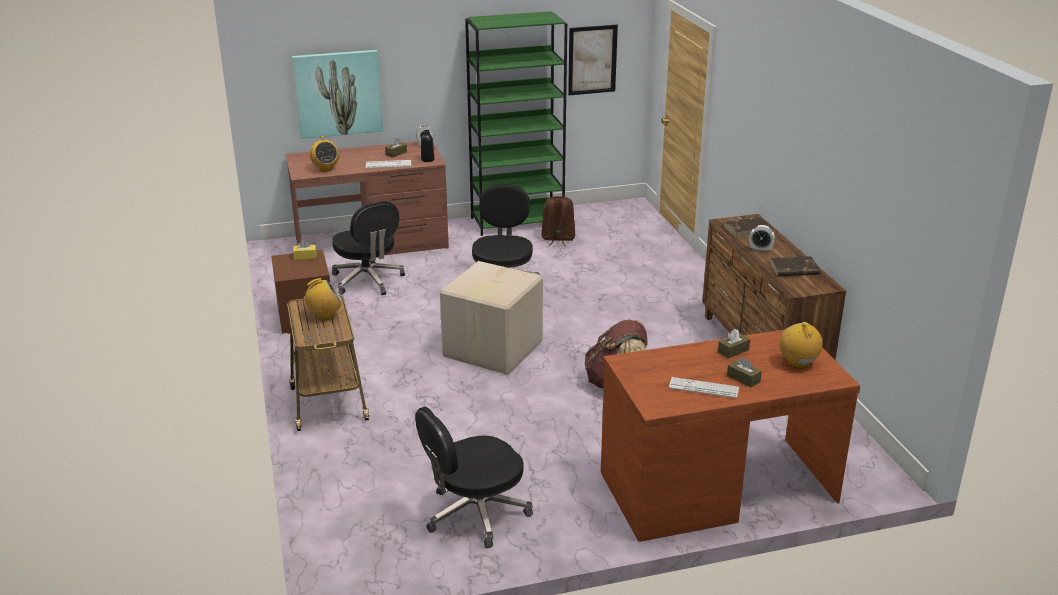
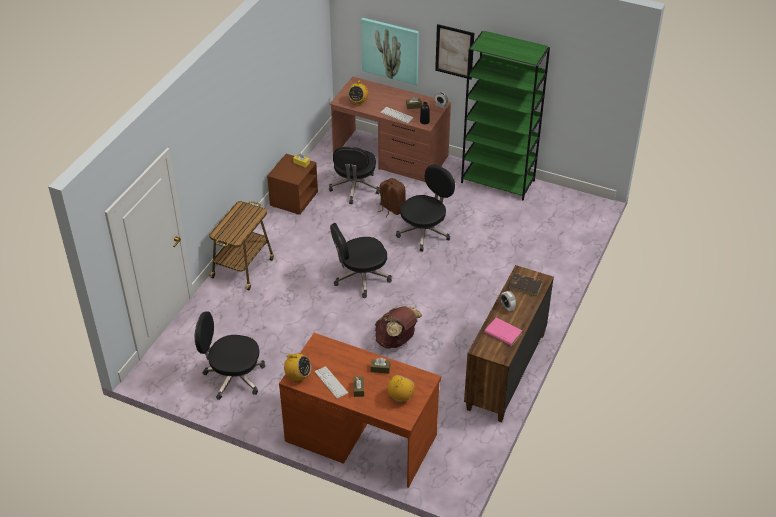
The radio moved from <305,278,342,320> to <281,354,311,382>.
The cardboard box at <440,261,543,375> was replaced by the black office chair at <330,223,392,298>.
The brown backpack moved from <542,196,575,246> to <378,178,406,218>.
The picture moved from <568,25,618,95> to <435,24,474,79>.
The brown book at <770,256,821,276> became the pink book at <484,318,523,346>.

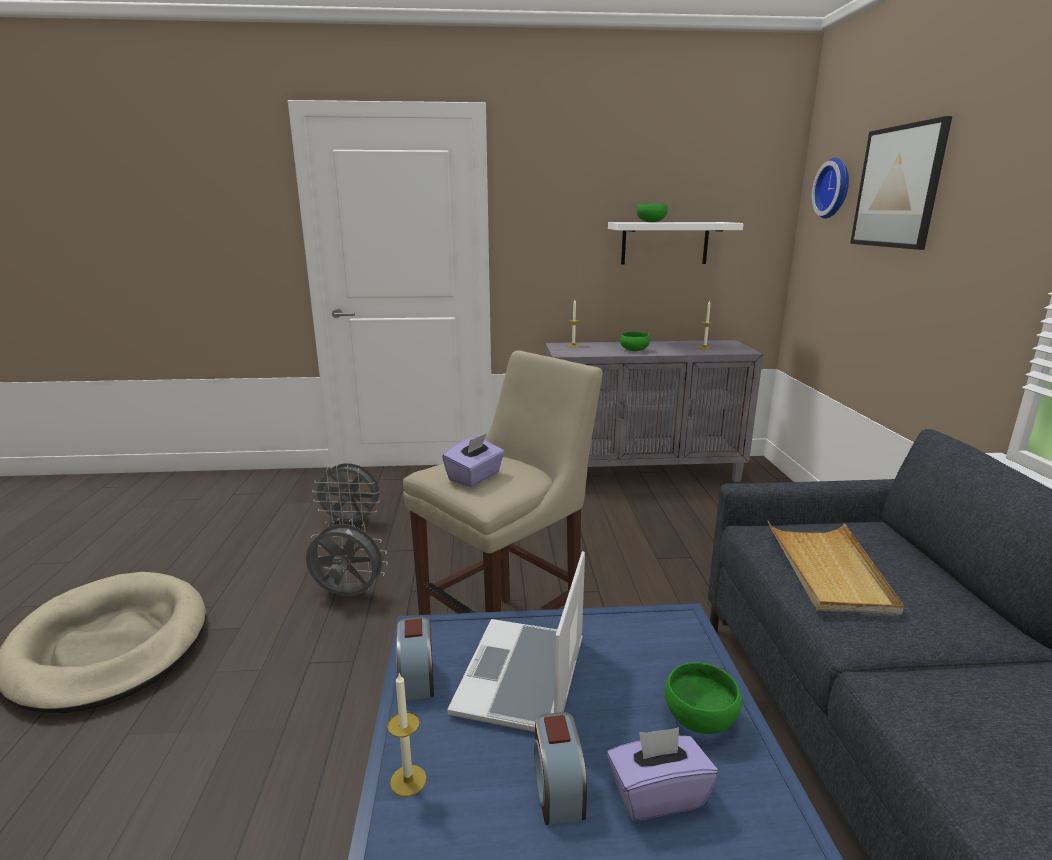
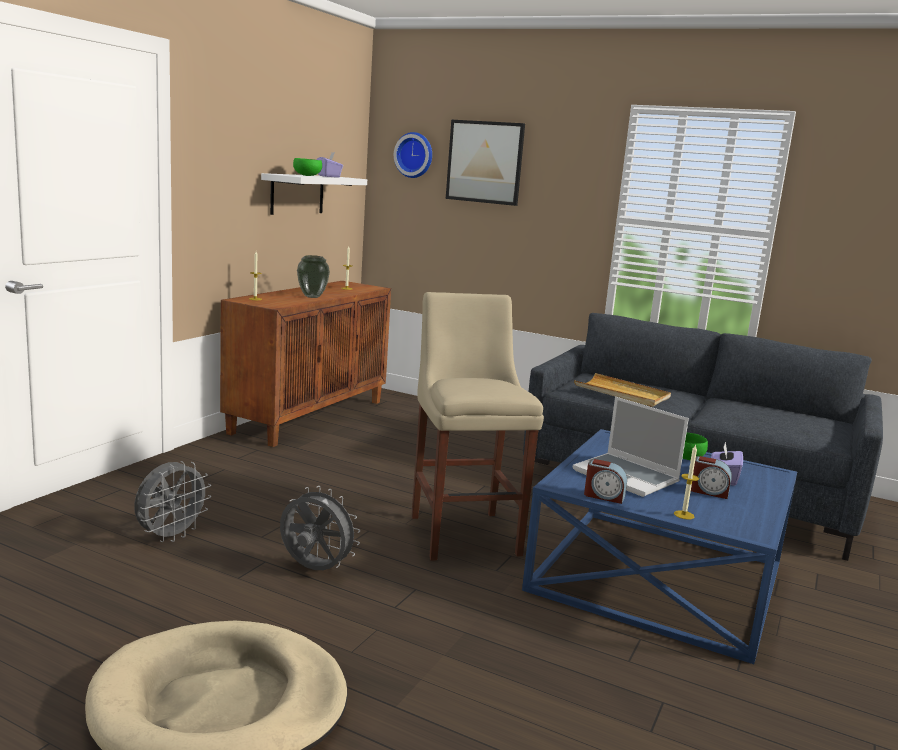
The grey cabinet at <545,340,763,482> became the brown cabinet at <220,281,391,447>.
The grey fan at <306,518,388,596> turned 75 degrees clockwise.
The green bowl at <620,331,650,351> was replaced by the vase at <297,255,330,298>.
The purple tissue box moved from <442,433,505,487> to <317,152,343,178>.

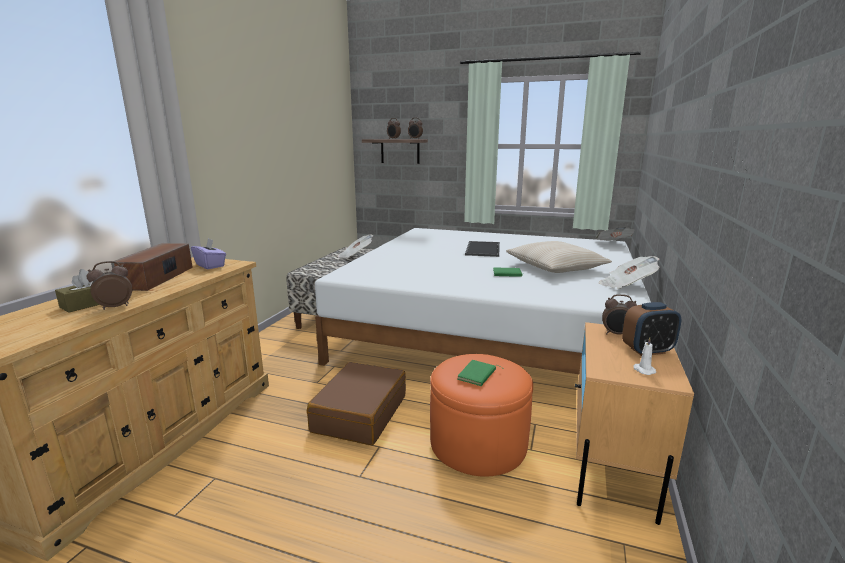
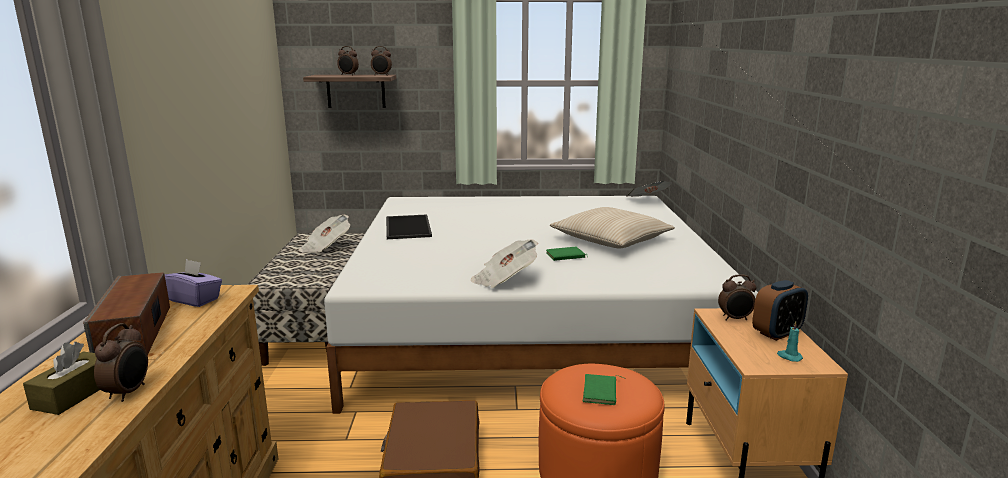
The alarm clock at <86,261,132,310> turned 150 degrees clockwise.
The tray moved from <465,241,500,257> to <386,214,432,239>.
The newspaper moved from <599,256,660,289> to <471,240,538,288>.
The white candle at <633,337,656,375> became the turquoise candle at <777,321,803,362>.

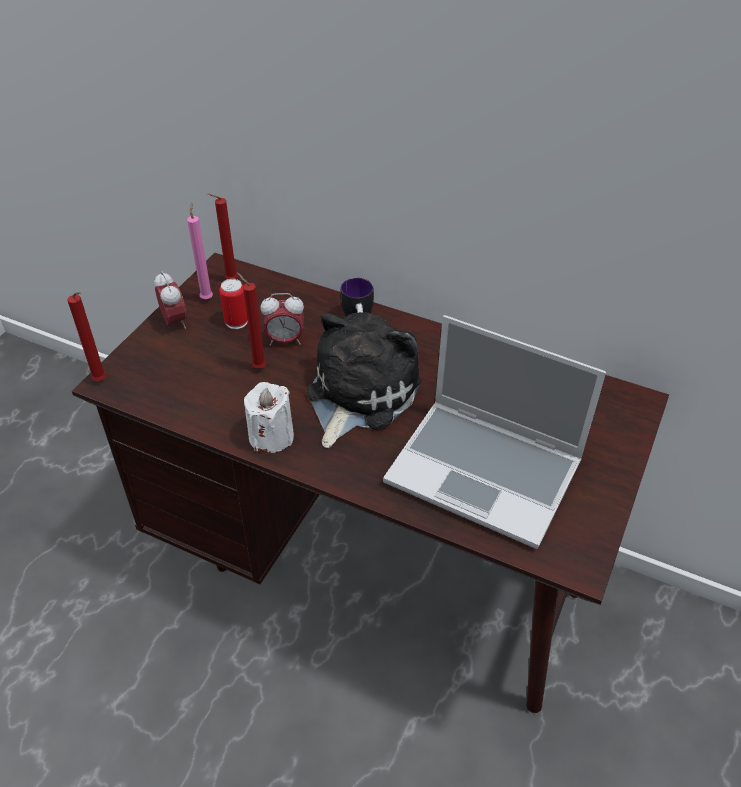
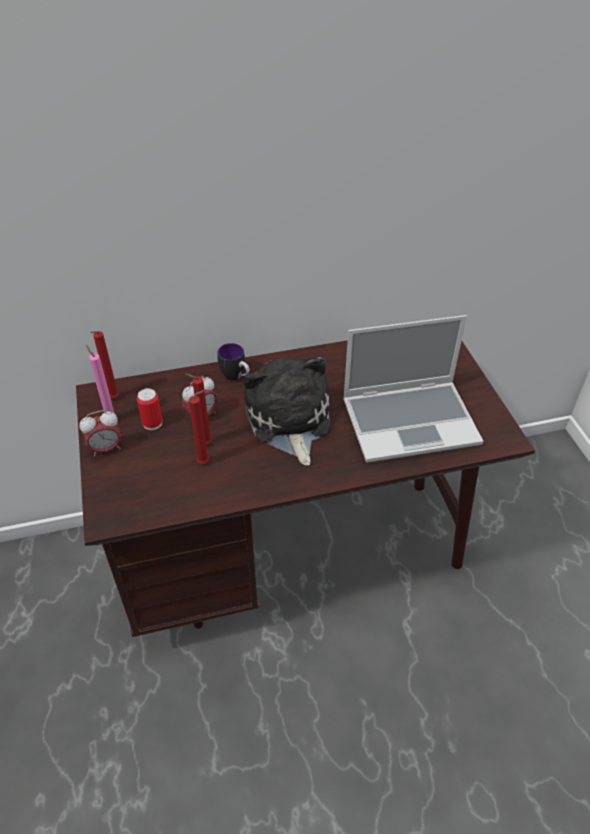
The alarm clock at <154,271,187,329> turned 135 degrees clockwise.
The red candle moved from <67,292,106,381> to <189,390,209,464>.
The white candle at <244,382,294,453> disappeared.

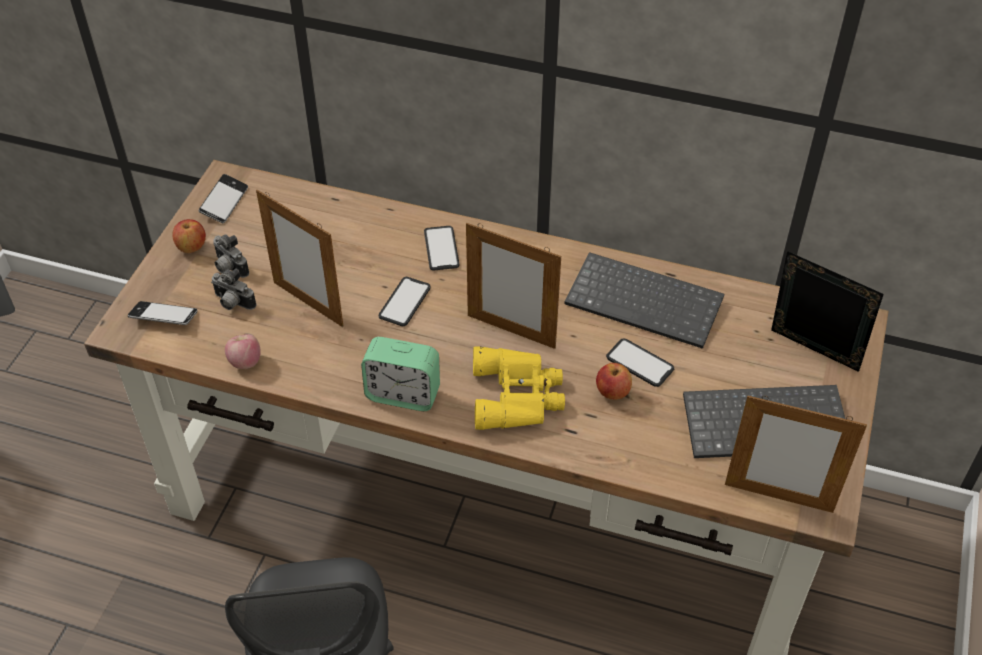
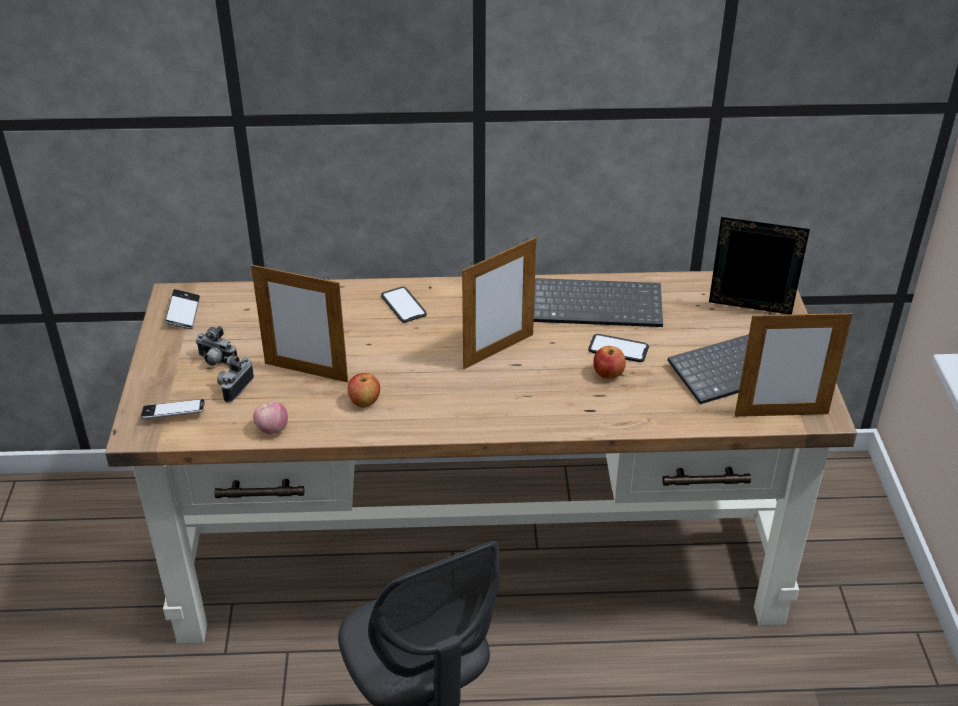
The photo camera at <211,268,256,310> turned 105 degrees clockwise.
The apple moved from <172,219,206,253> to <348,373,380,408>.
The picture frame at <466,223,561,349> turned 45 degrees counterclockwise.
The alarm clock at <361,337,440,411> disappeared.
The phone at <379,277,430,326> disappeared.
The yellow binoculars at <473,346,565,430> disappeared.

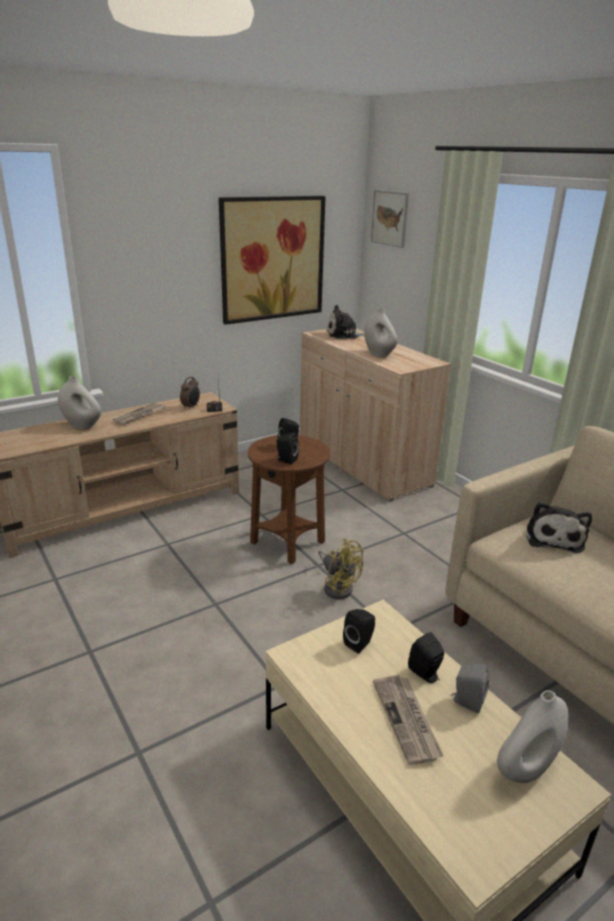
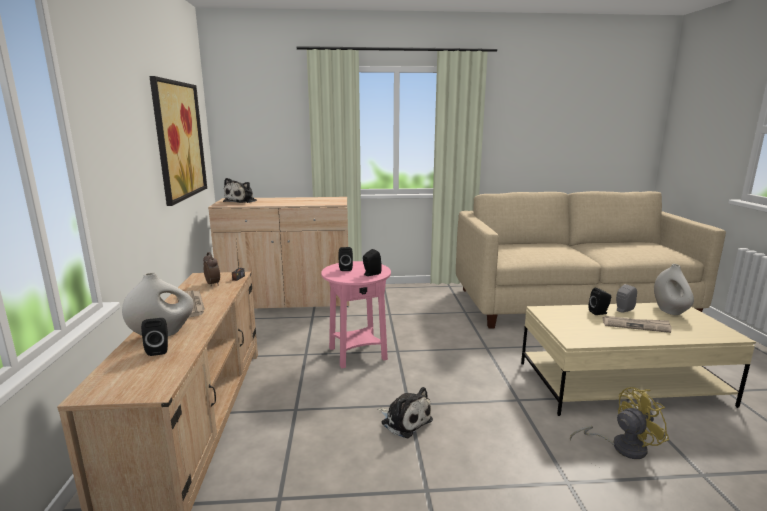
The black speaker moved from <343,609,375,653> to <141,318,168,356>.
The brown side table at <248,435,330,564> became the pink side table at <321,261,391,369>.
The plush toy moved from <526,501,592,553> to <377,387,433,438>.
The yellow fan moved from <318,538,364,599> to <570,387,669,459>.
The white vase at <364,308,398,357> disappeared.
The picture at <371,190,409,248> disappeared.

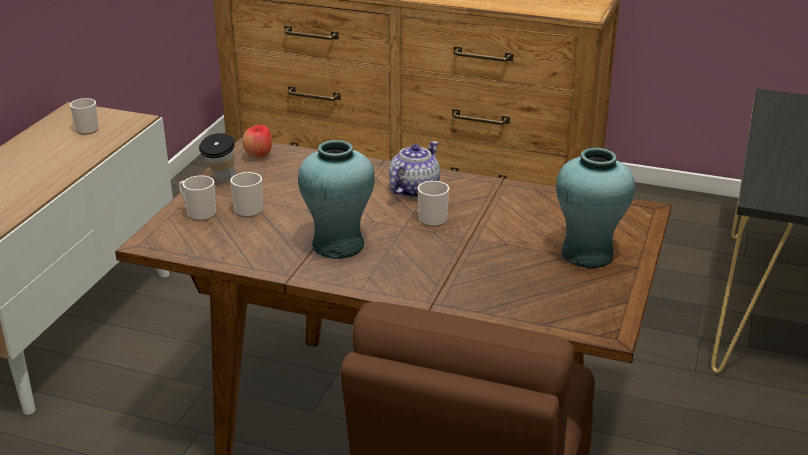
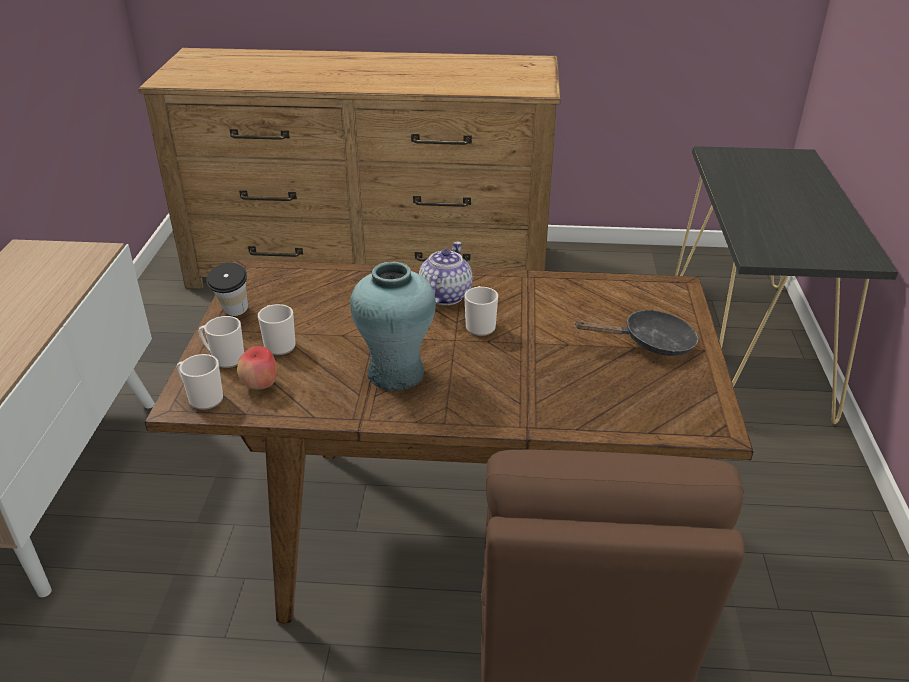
The mug moved from <70,98,99,135> to <177,354,223,410>.
The apple moved from <242,125,272,158> to <237,346,277,389>.
The turquoise vase at <556,148,635,268> was replaced by the black frying pan at <575,309,698,356>.

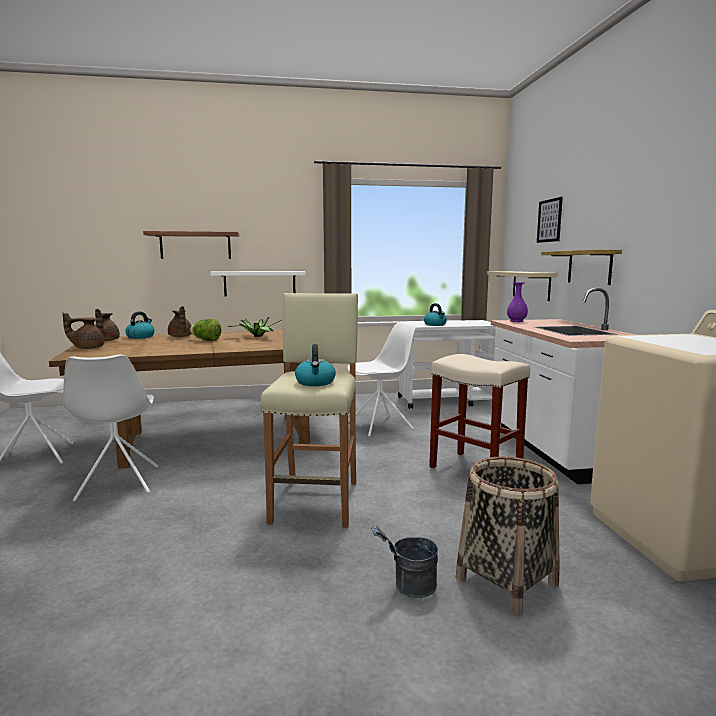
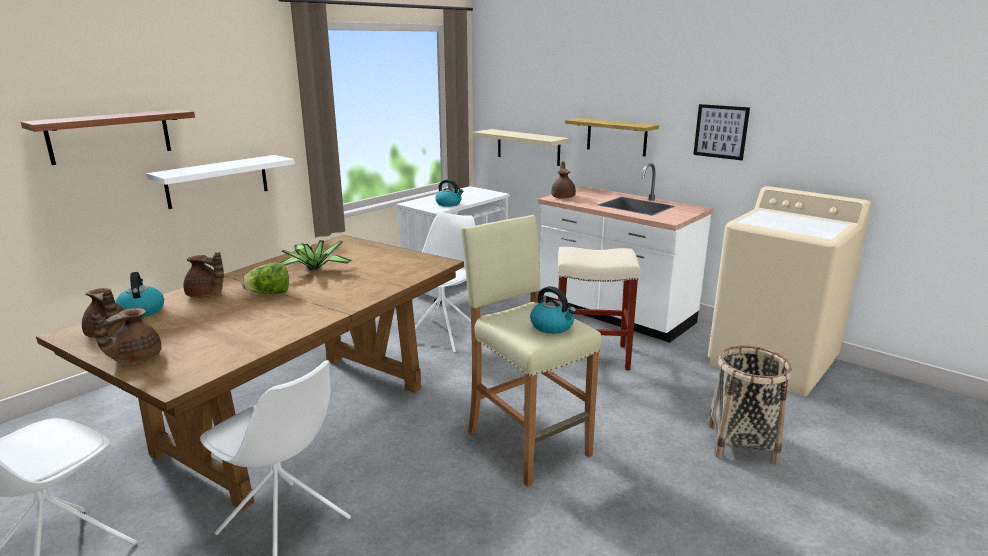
The purple vase at <507,282,528,322> was replaced by the brown teapot at <551,161,576,199>.
The picture moved from <537,197,563,243> to <693,104,750,160>.
The grey bucket at <371,525,438,598> disappeared.

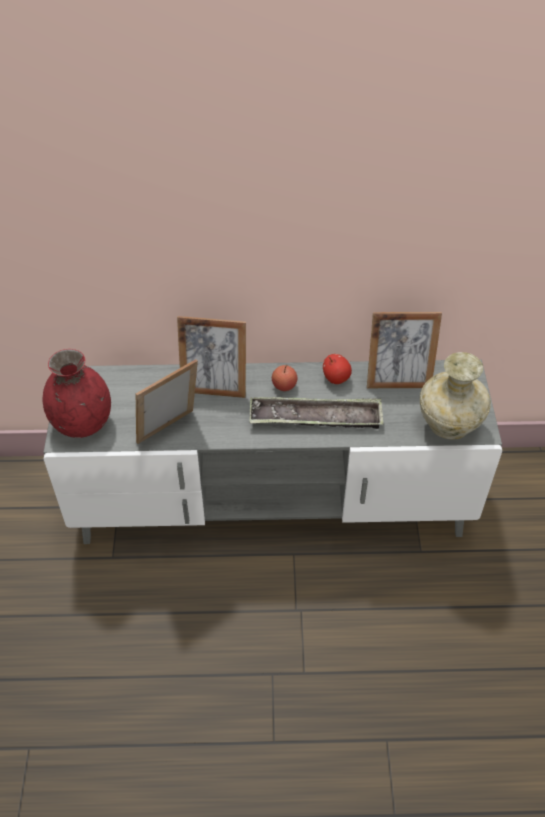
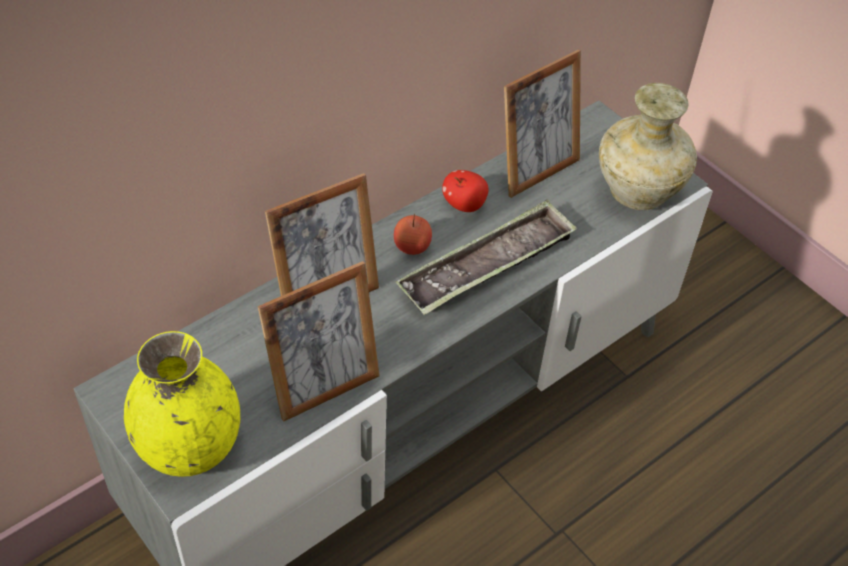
The red vase at <42,349,111,438> became the yellow vase at <124,331,240,477>.
The picture frame at <136,359,198,444> turned 135 degrees counterclockwise.

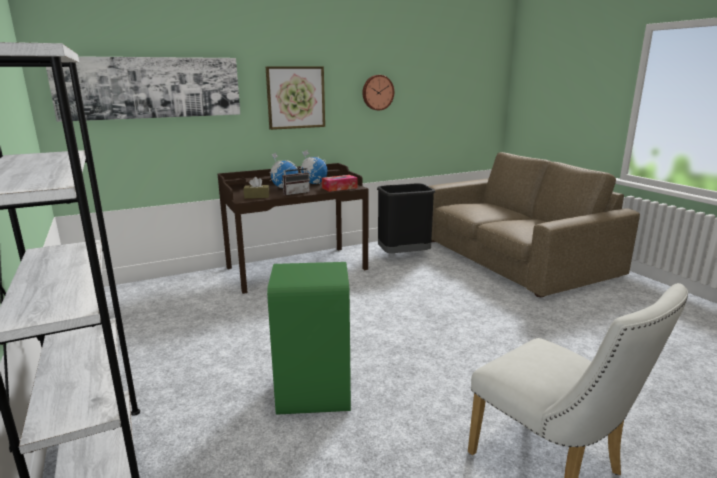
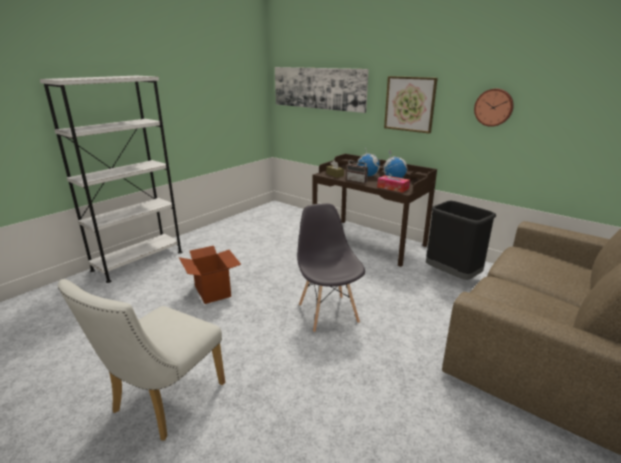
The green trash can at <267,262,351,415> was replaced by the cardboard box at <179,246,241,304>.
The grey chair at <297,203,365,332> appeared.

